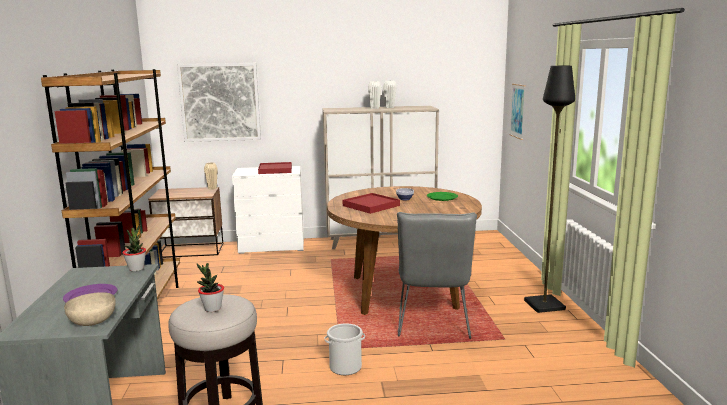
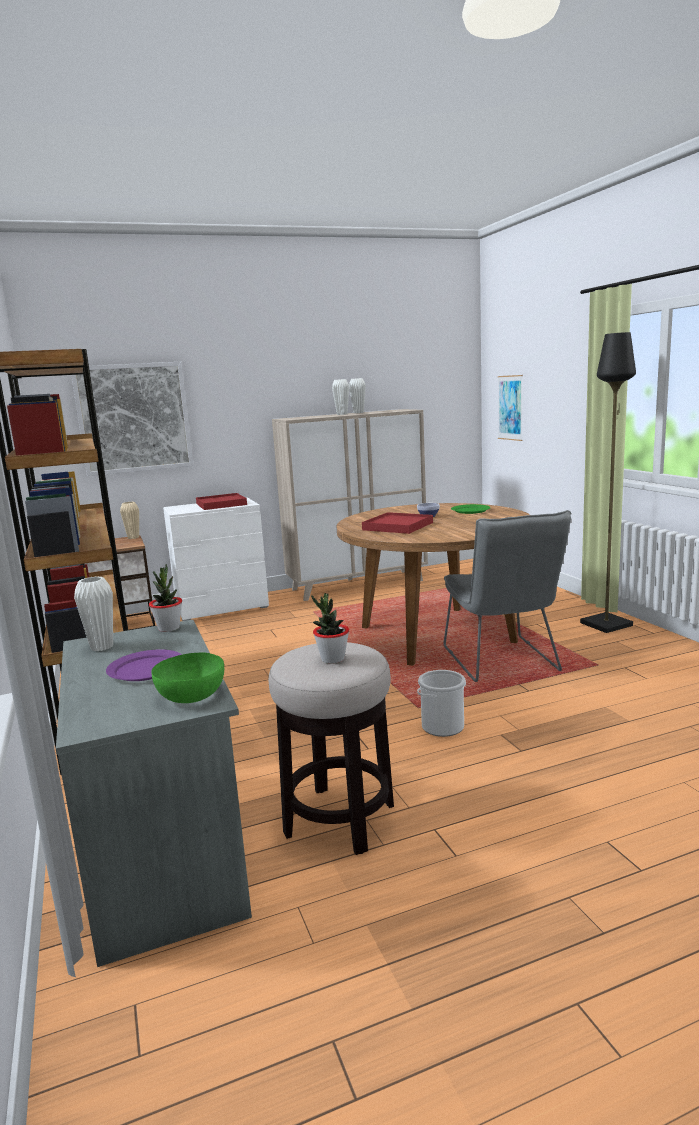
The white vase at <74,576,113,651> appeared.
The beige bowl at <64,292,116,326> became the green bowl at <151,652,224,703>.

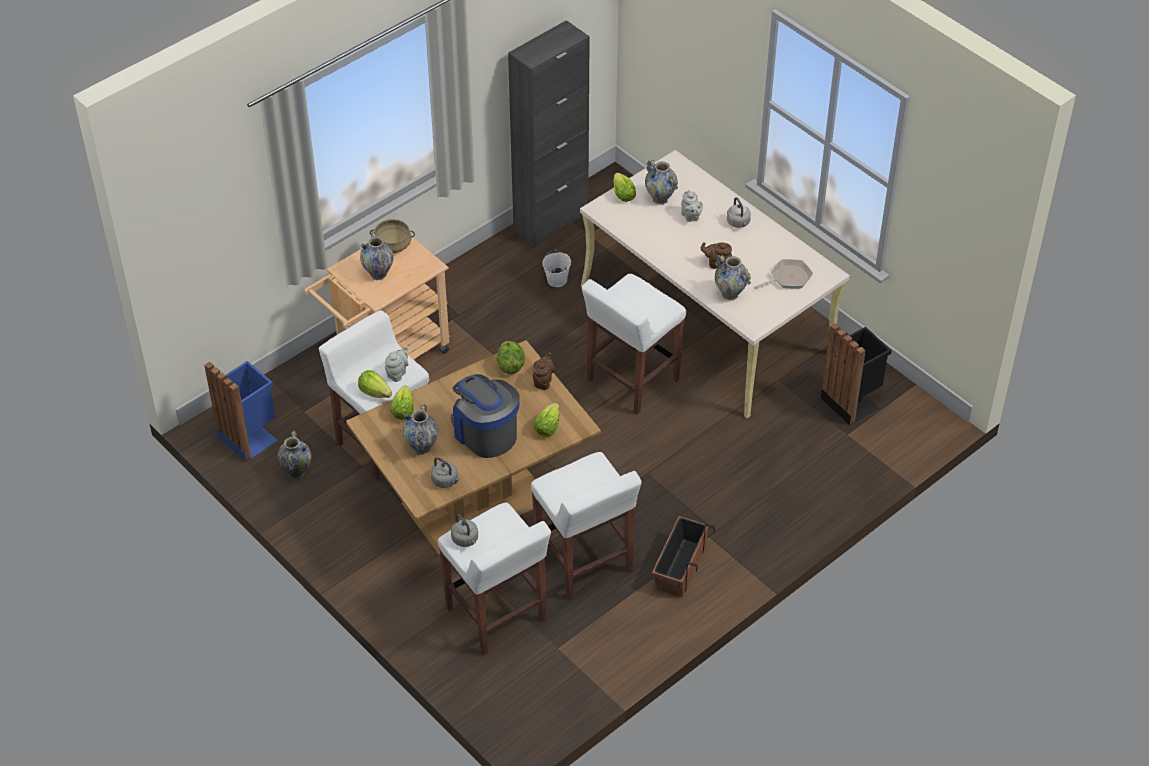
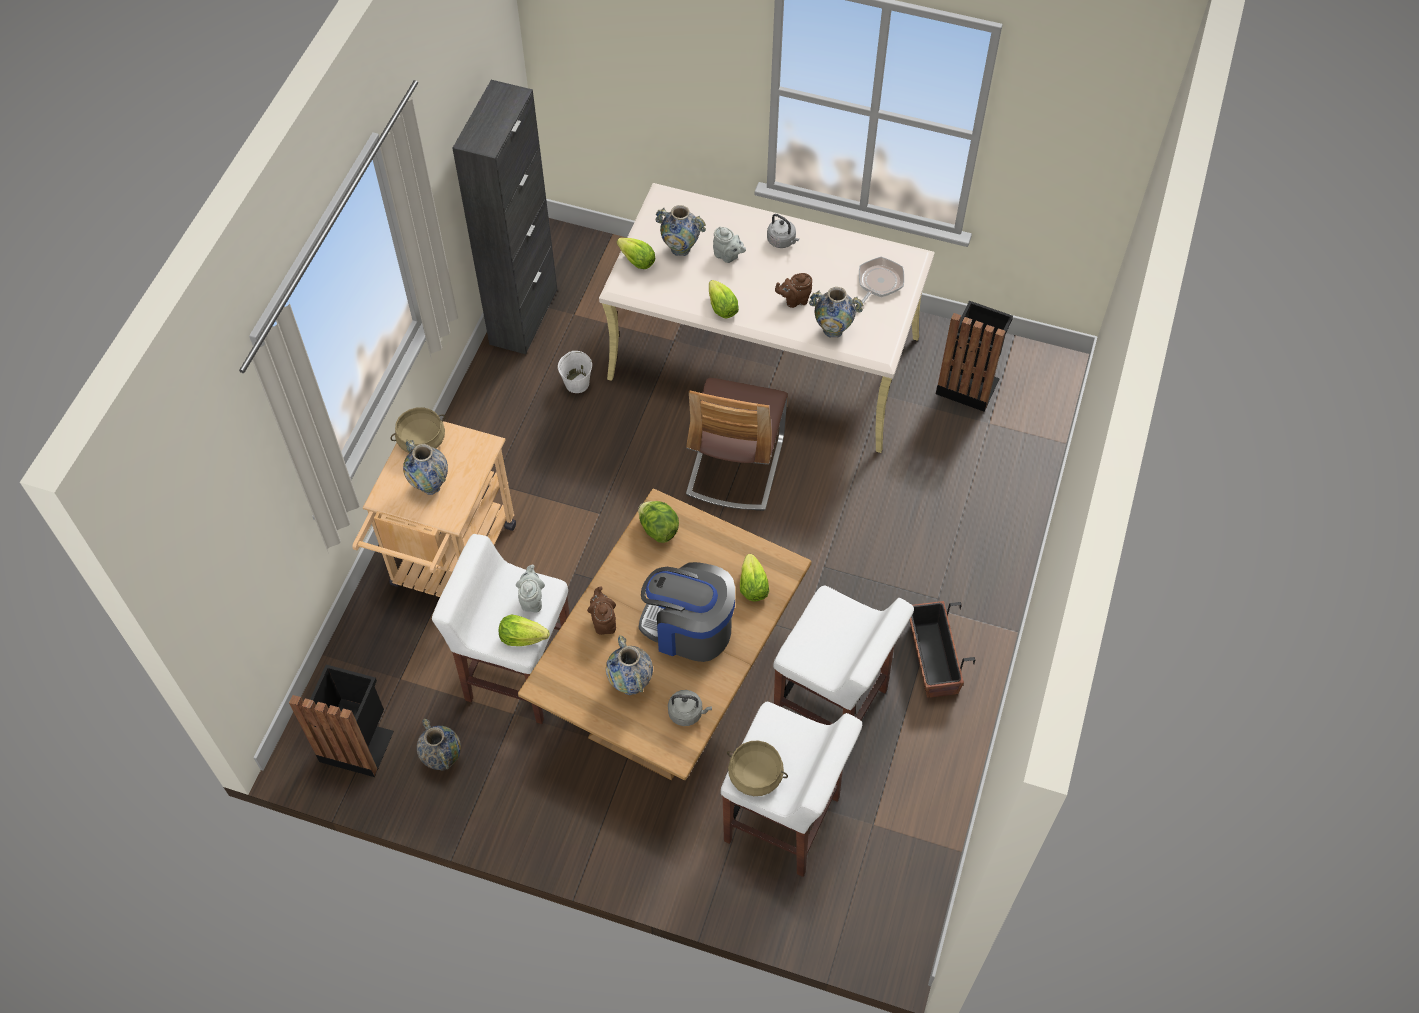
The blue trash can at <204,361,278,462> became the black trash can at <289,665,394,777>.
The brown teapot moved from <533,352,555,390> to <587,586,616,635>.
The white stool at <582,274,686,415> was replaced by the chair at <686,378,788,511>.
The lettuce moved from <390,385,414,420> to <709,280,739,318>.
The grey kettle at <451,514,478,547> was replaced by the beige cooking pot at <727,740,788,796>.

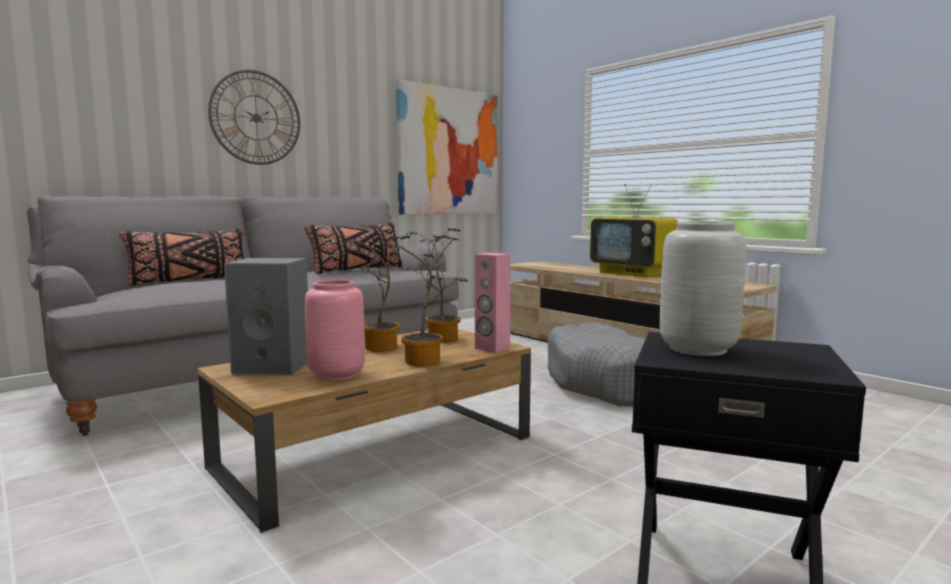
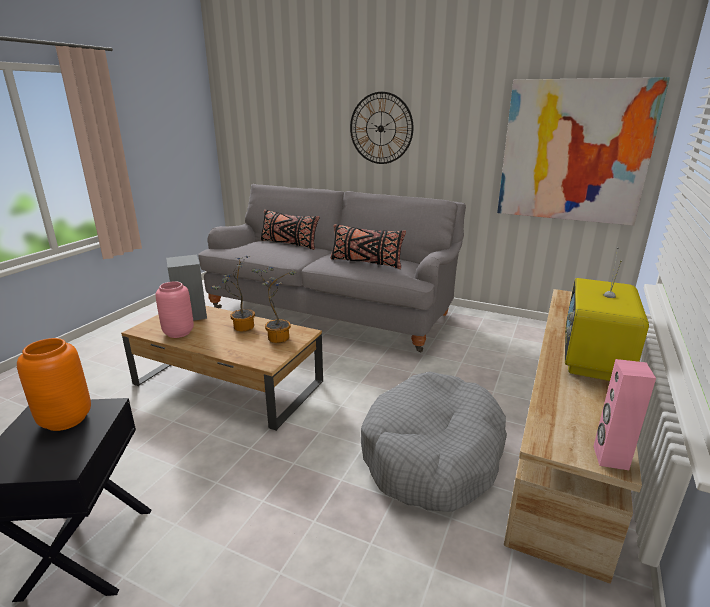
The grey vase at <660,221,746,356> became the orange vase at <17,338,91,431>.
The pink speaker moved from <475,253,510,353> to <593,359,656,470>.
The potted plant at <390,232,468,366> disappeared.

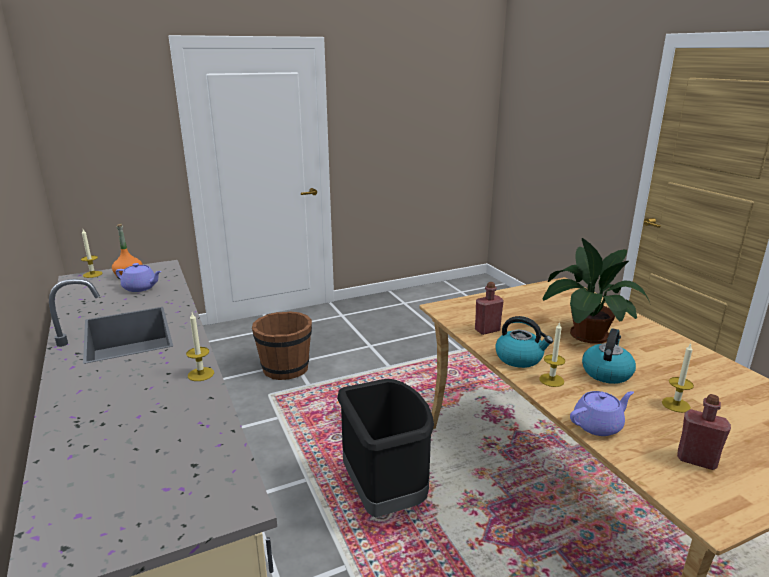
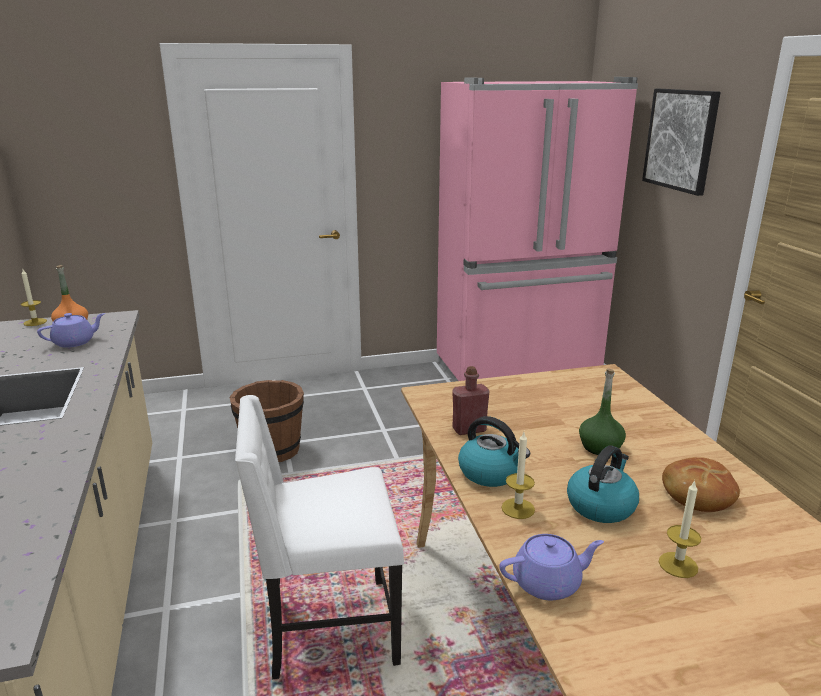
The purple teapot at <116,263,162,292> turned 60 degrees counterclockwise.
The black trash can at <337,379,434,517> was replaced by the white chair at <235,395,404,680>.
The pink fridge at <437,77,638,382> appeared.
The potted plant at <543,238,650,344> was replaced by the green bottle at <579,368,626,455>.
The picture at <642,89,721,196> appeared.
The bread at <662,457,740,512> appeared.
The candle at <186,313,214,381> disappeared.
The red bottle at <677,394,731,470> disappeared.

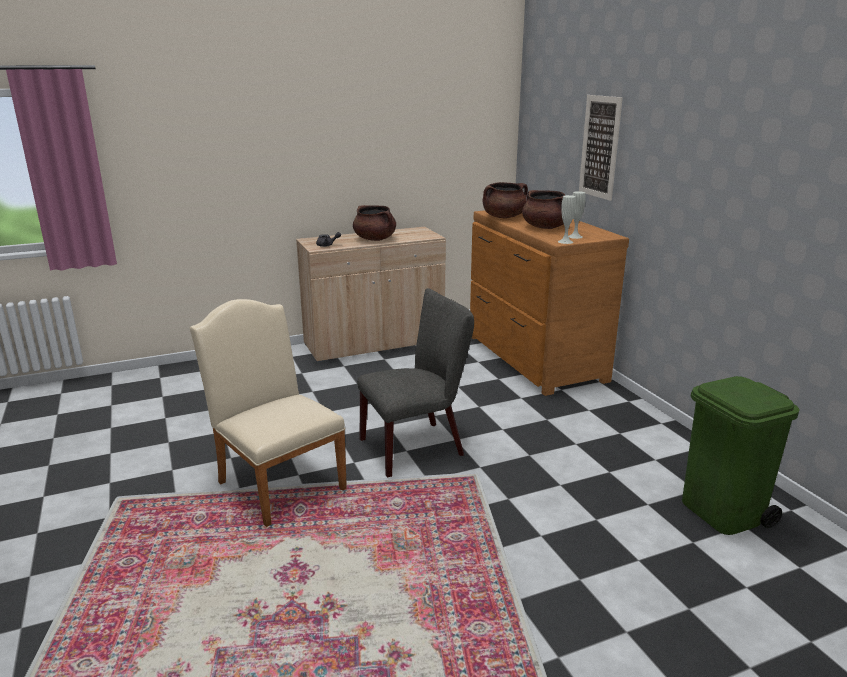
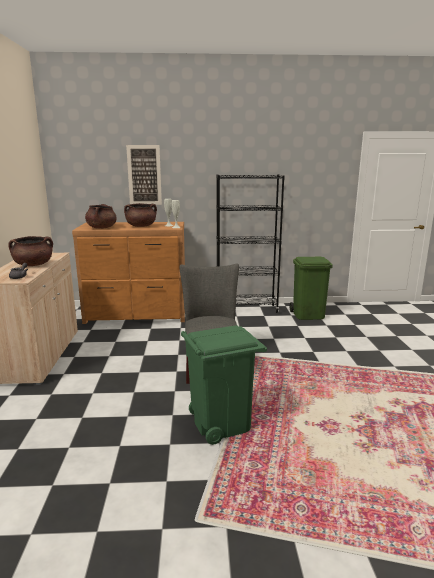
The beige chair at <190,299,347,527> was replaced by the green trash can at <181,325,267,445>.
The black bookcase at <216,174,285,313> appeared.

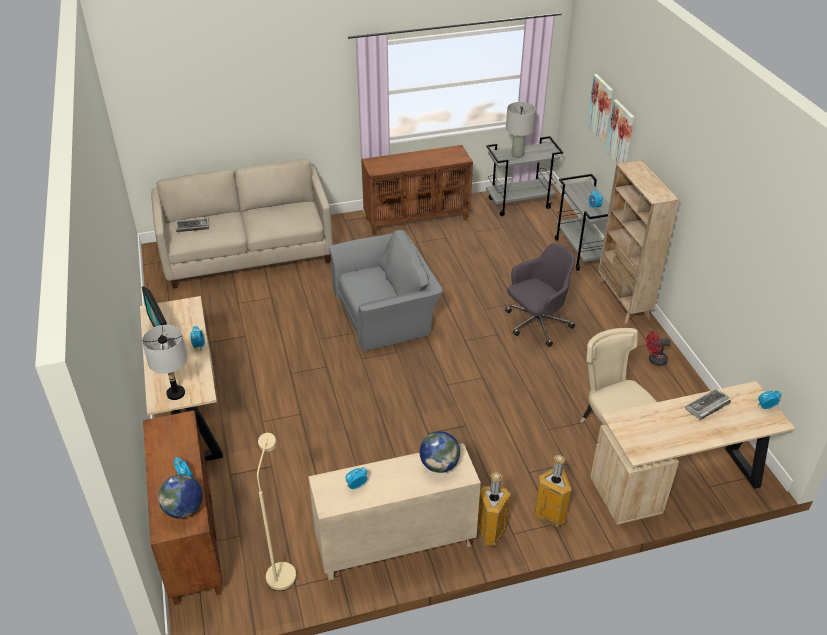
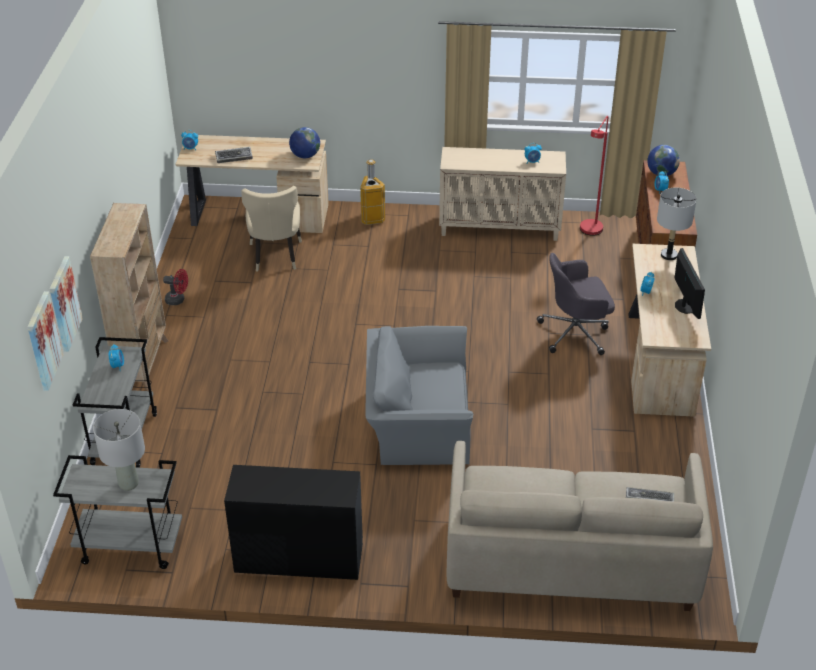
The brown cabinet at <361,145,473,235> was replaced by the black desk at <224,465,363,580>.
The globe moved from <420,431,460,473> to <289,127,320,158>.
The grey office chair moved from <505,243,575,347> to <537,253,615,355>.
The beige floor lamp at <257,433,297,591> became the red floor lamp at <580,116,608,236>.
The trash can at <477,472,511,546> disappeared.

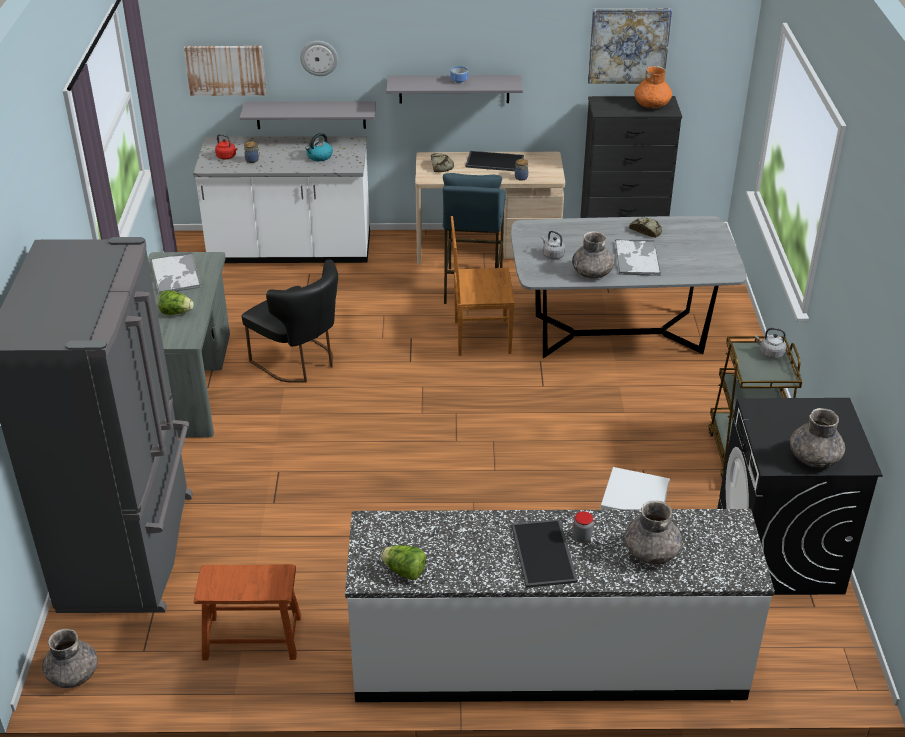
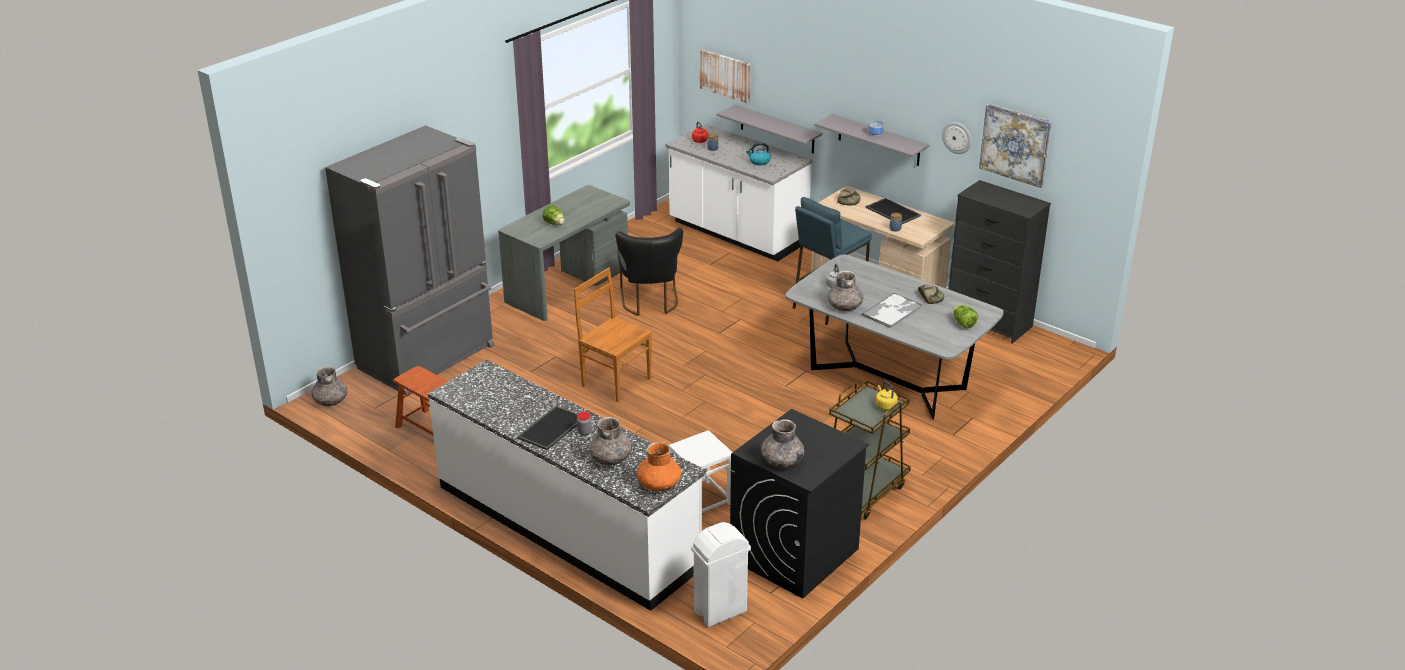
The brown chair moved from <451,216,515,356> to <574,268,652,402>.
The orange vase moved from <634,66,672,109> to <637,442,681,491>.
The white trash can at <691,522,751,627> appeared.
The grey kettle at <755,328,786,359> became the yellow kettle at <875,382,898,410>.
The wall clock moved from <300,41,338,76> to <942,122,971,154>.
The lettuce moved from <381,545,426,580> to <953,305,978,329>.
The tray at <151,252,201,294> disappeared.

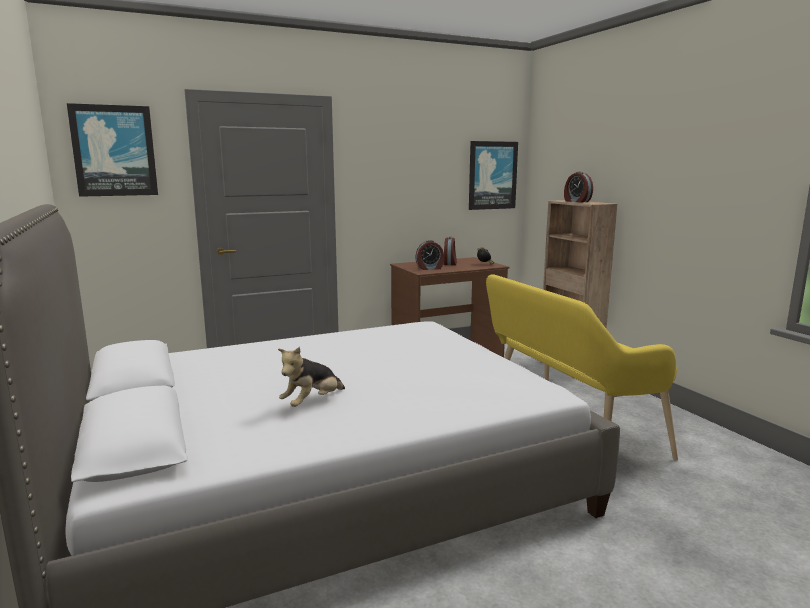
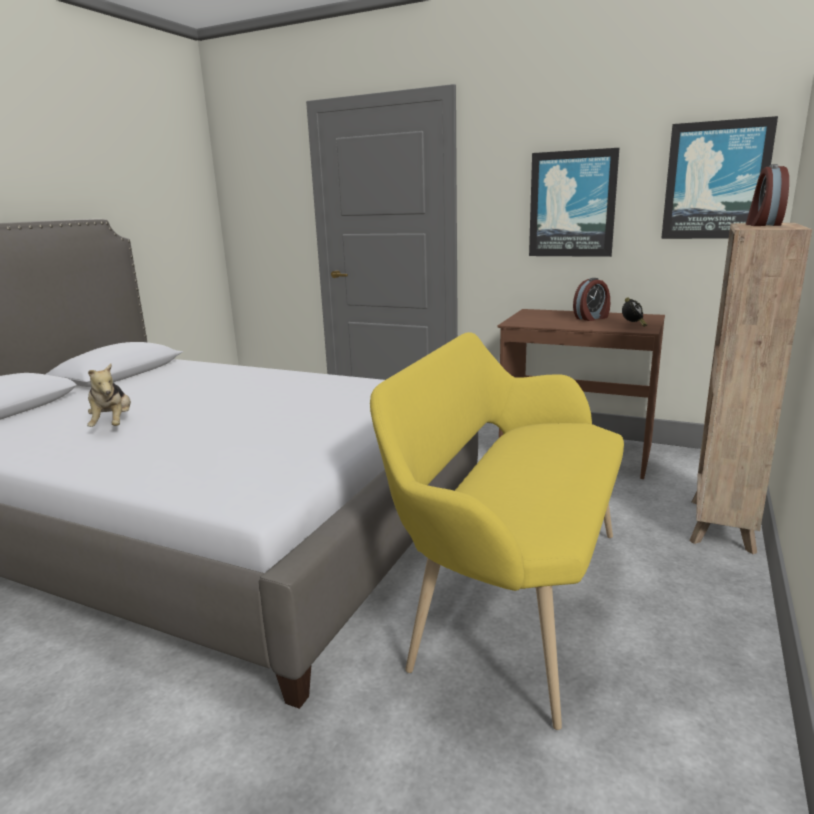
The plush toy at <278,347,345,407> turned 105 degrees counterclockwise.
The picture moved from <67,103,158,197> to <529,148,619,257>.
The alarm clock at <416,240,444,270> disappeared.

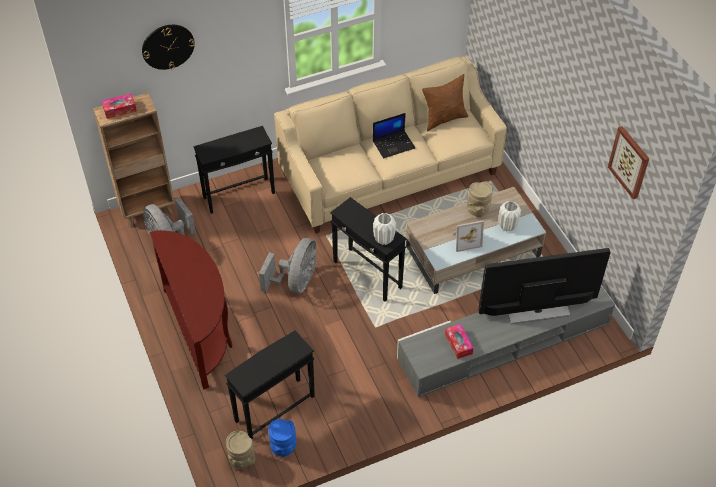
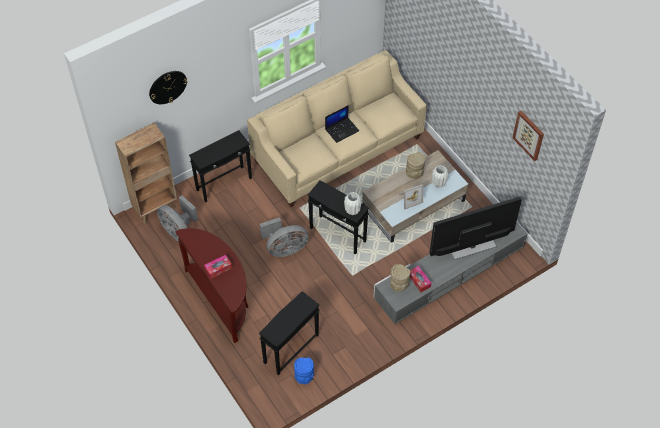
The tissue box moved from <102,93,137,119> to <204,255,232,278>.
The grey fan at <259,238,317,293> turned 60 degrees clockwise.
The beige vase moved from <226,430,255,469> to <390,264,410,292>.
The brown pillow at <422,74,468,131> disappeared.

